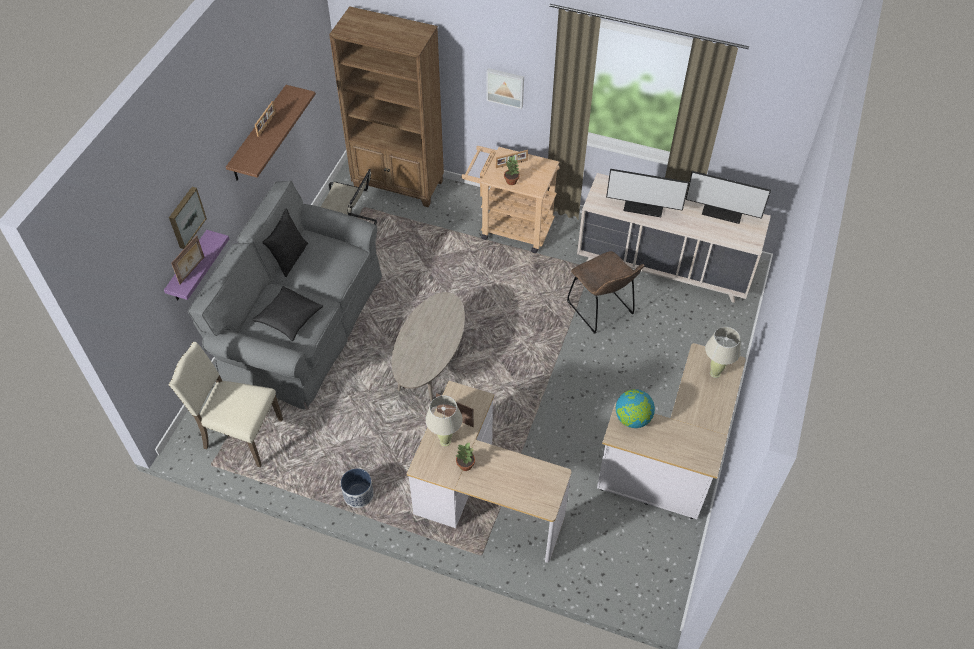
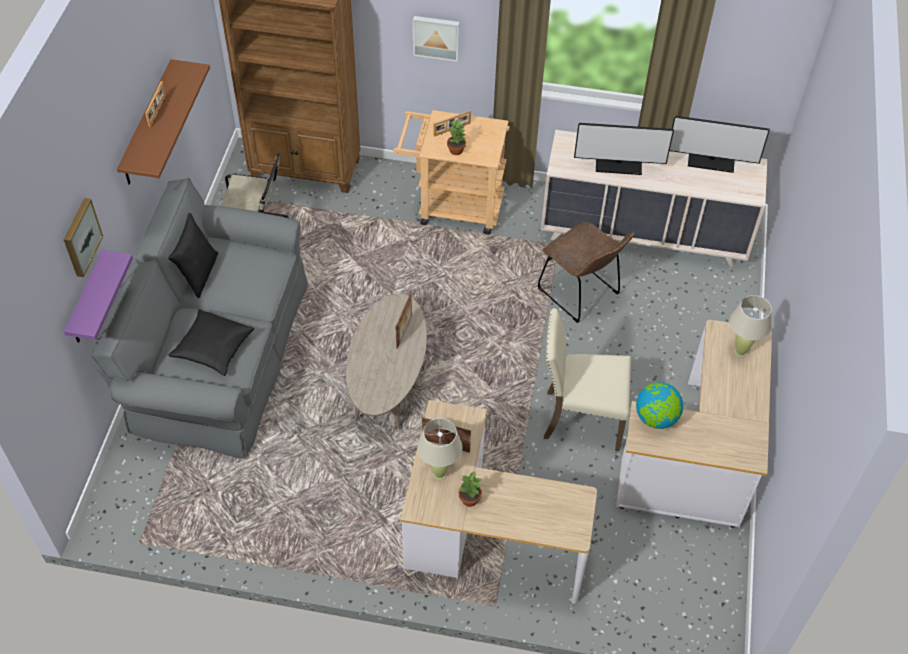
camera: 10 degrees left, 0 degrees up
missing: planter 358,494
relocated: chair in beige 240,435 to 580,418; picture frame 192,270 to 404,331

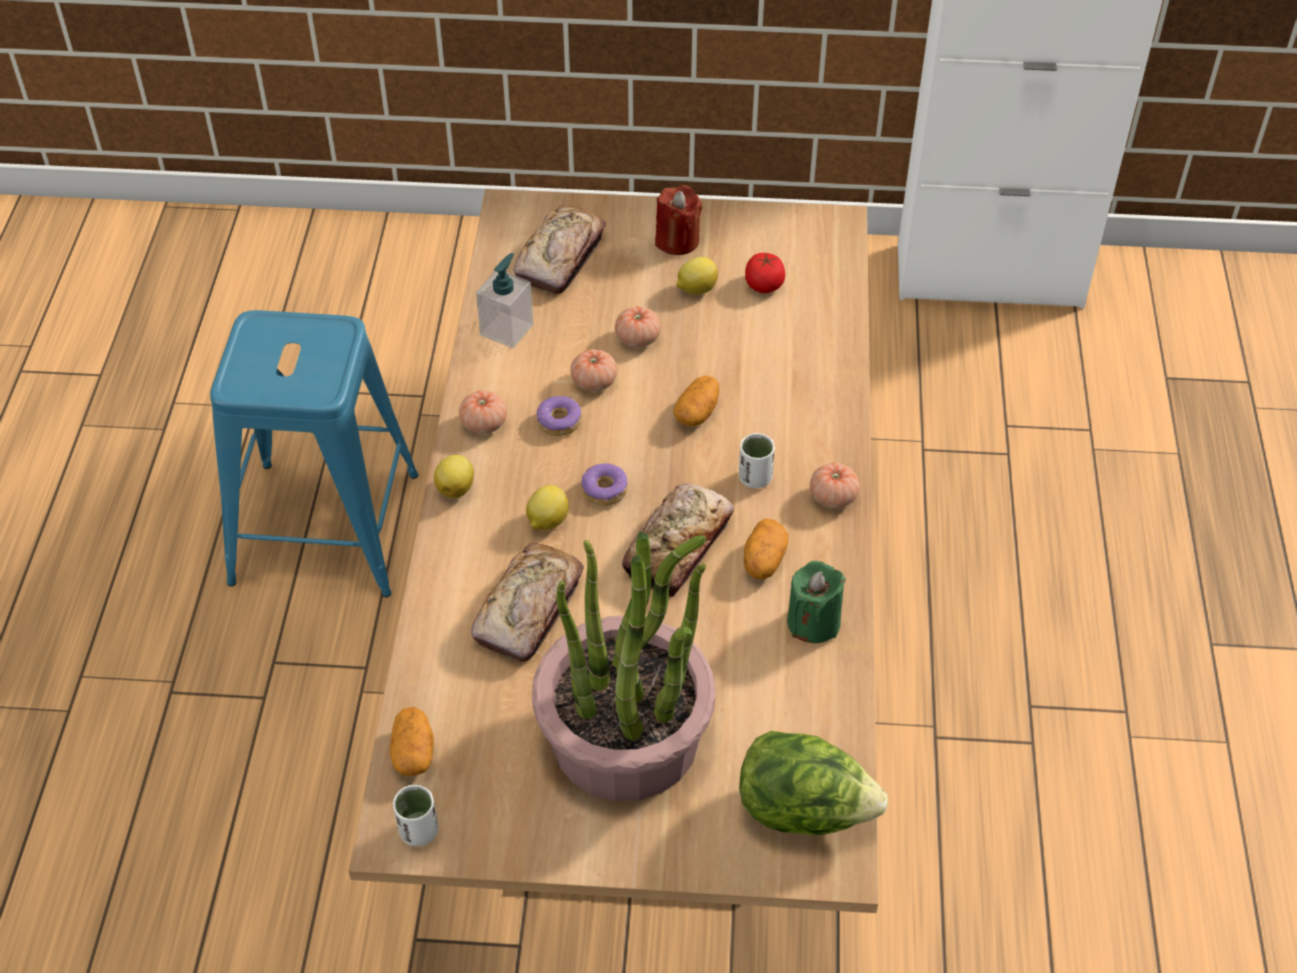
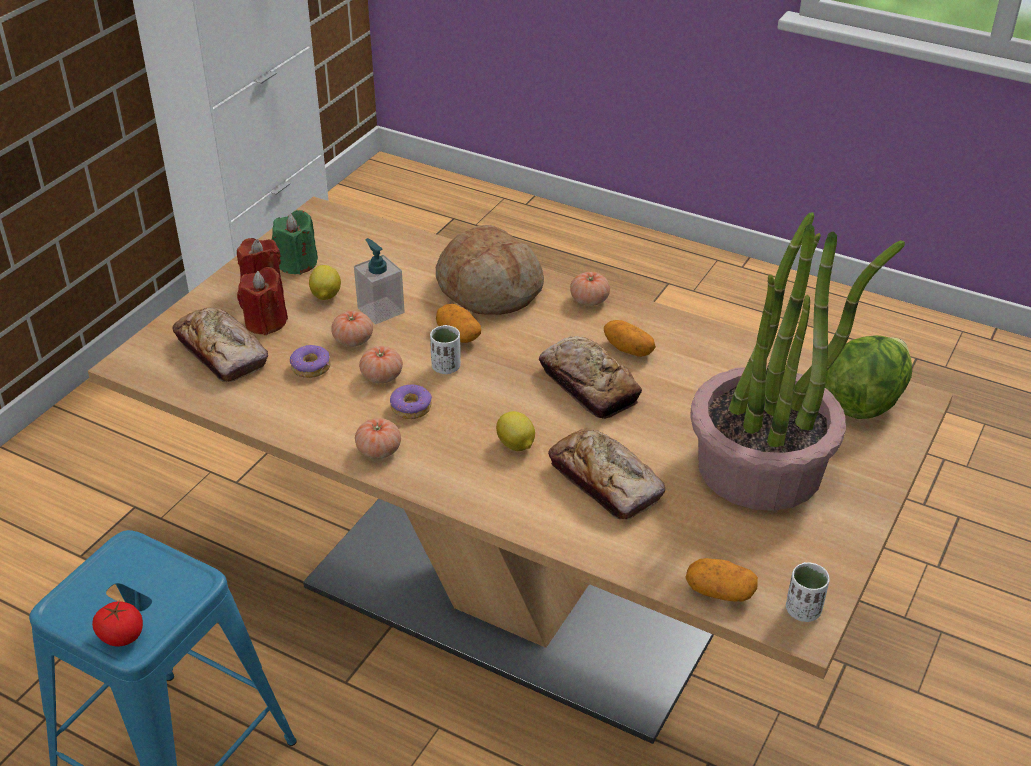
camera: 65 degrees left, 10 degrees down
missing: lemon 456,488
appeared: candle in red 265,322; bread 489,289
relocated: soap dispenser 507,330 to 380,310; donut 604,490 to 311,367; cup in white 755,478 to 446,367; tomato 764,284 to 121,635; candle in green 813,622 to 297,263

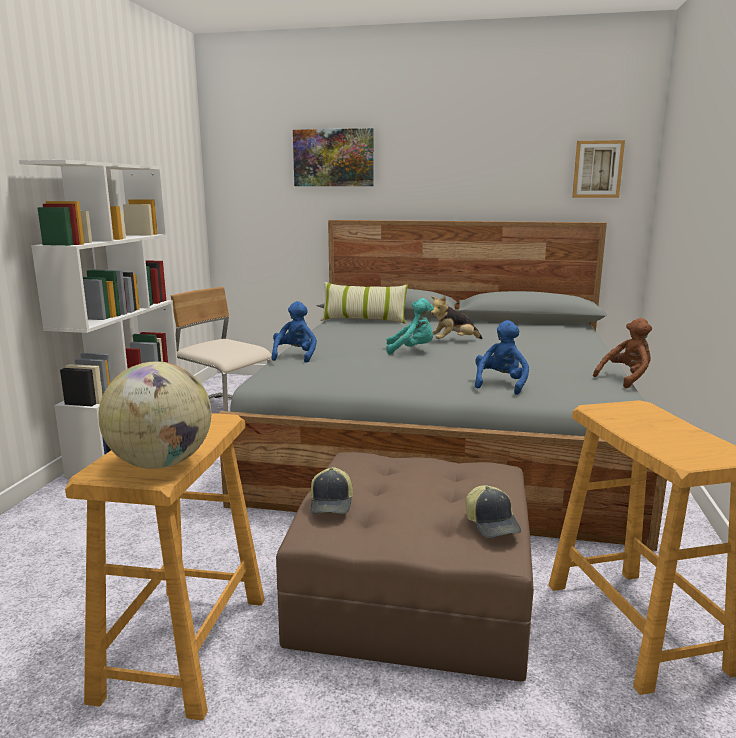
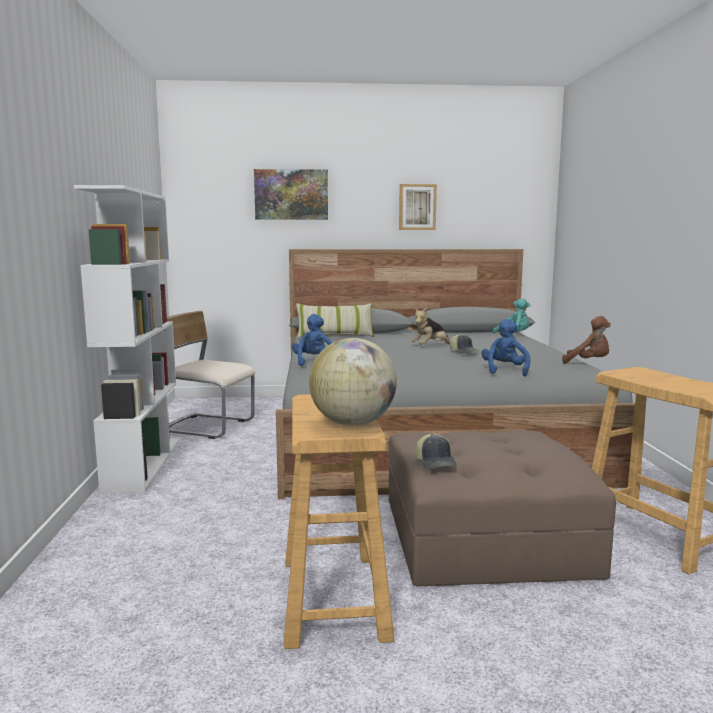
camera: 15 degrees left, 5 degrees down
relocated: plush toy in turquoise 412,350 to 513,336; cap 492,523 to 464,351; picture 597,169 to 417,207
spun: plush toy in brown 626,379 = 588,362 75 degrees clockwise

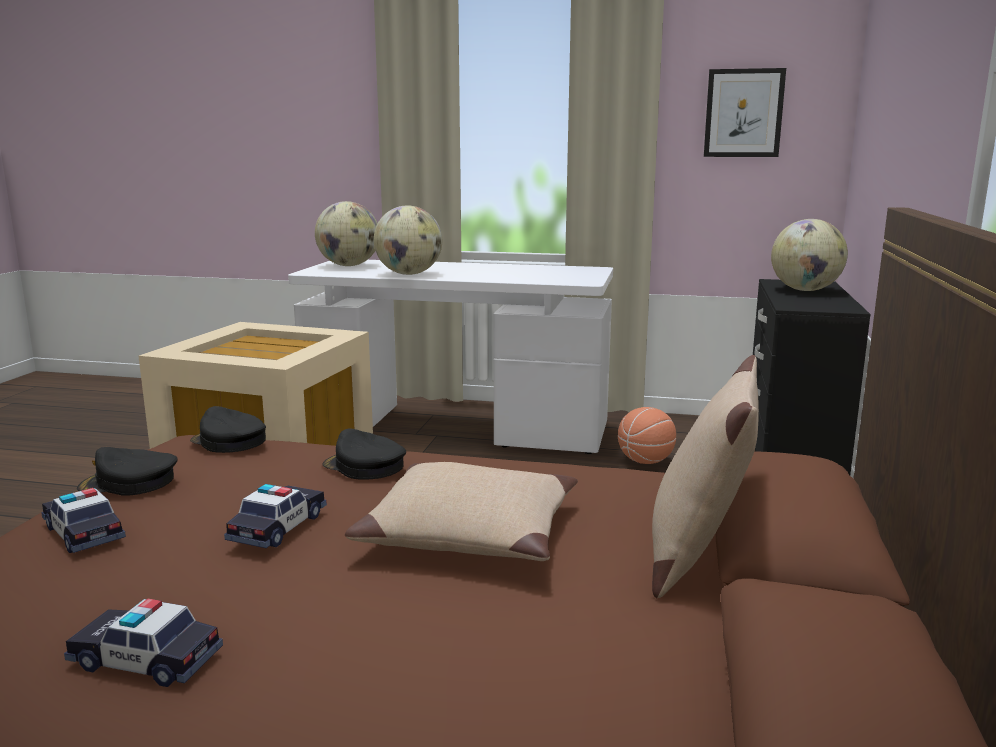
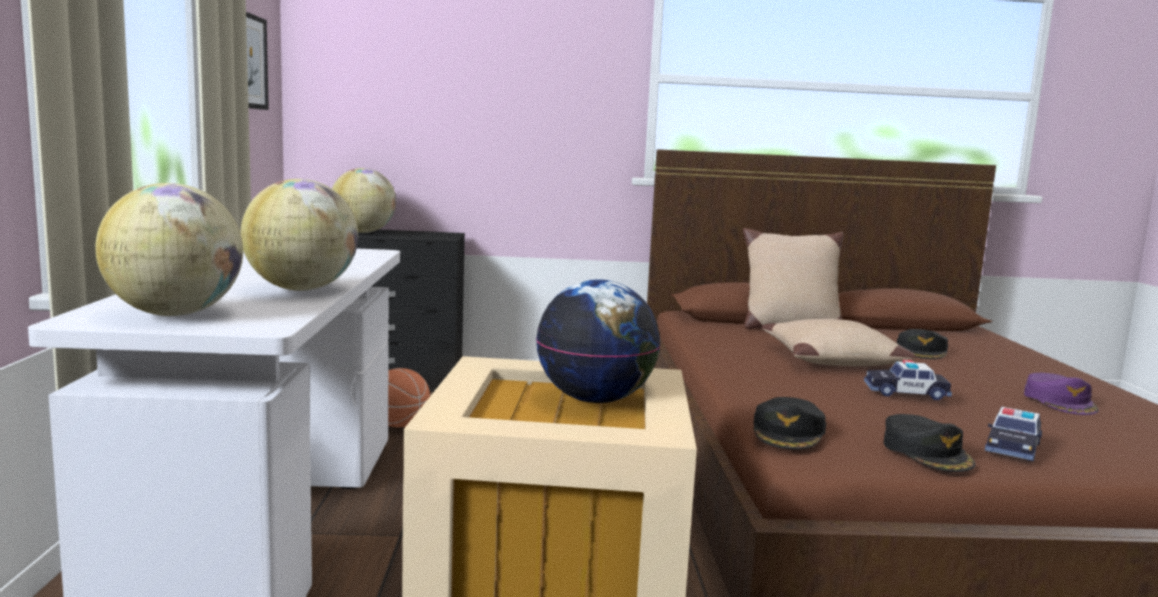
camera: 105 degrees left, 5 degrees down
appeared: globe 595,400
relocated: cap in black 364,466 to 922,351
exchanged: toy car 146,659 to cap in purple 1060,402

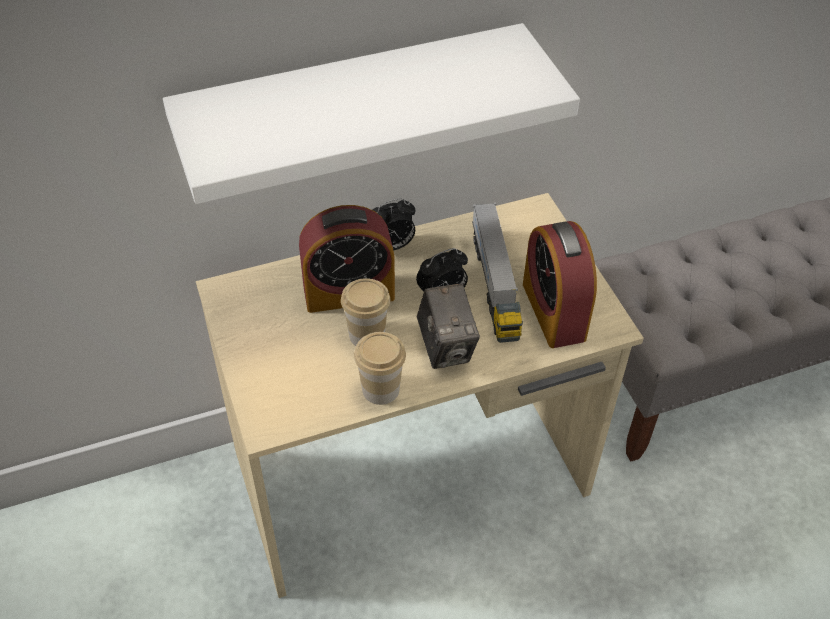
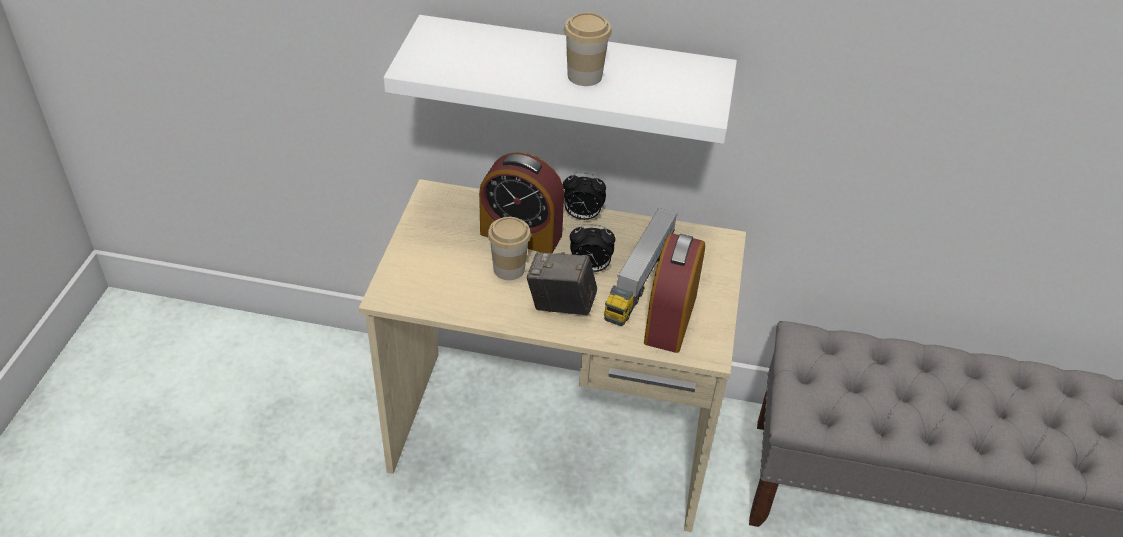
camera: 30 degrees right, 5 degrees down
relocated: cup 380,389 to 584,76
spun: photo camera 446,347 = 561,305 90 degrees clockwise

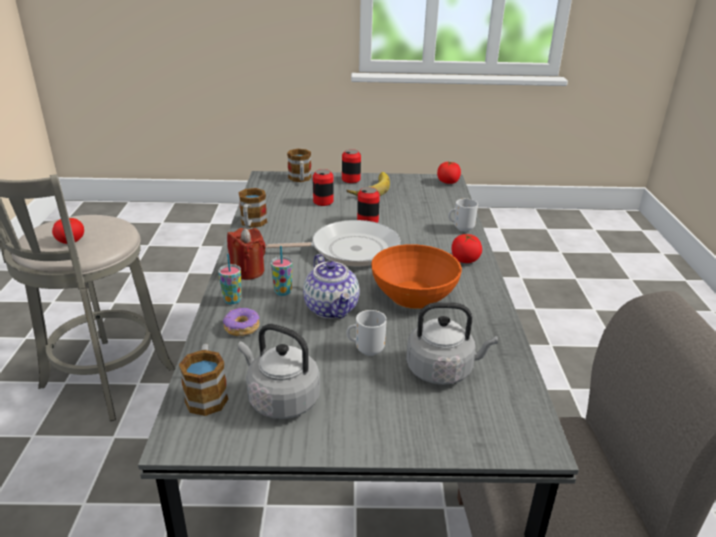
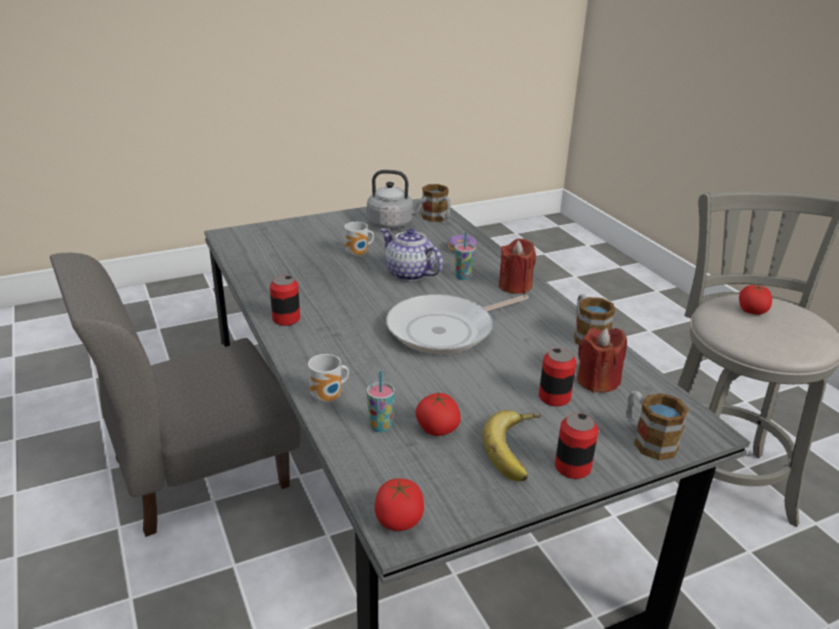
camera: 155 degrees right, 0 degrees up
missing: bowl in orange 415,295; kettle in grey 443,370
appeared: candle in red 597,381
relocated: cup 232,300 to 380,426; can 367,221 to 286,319; tomato 465,260 to 437,429

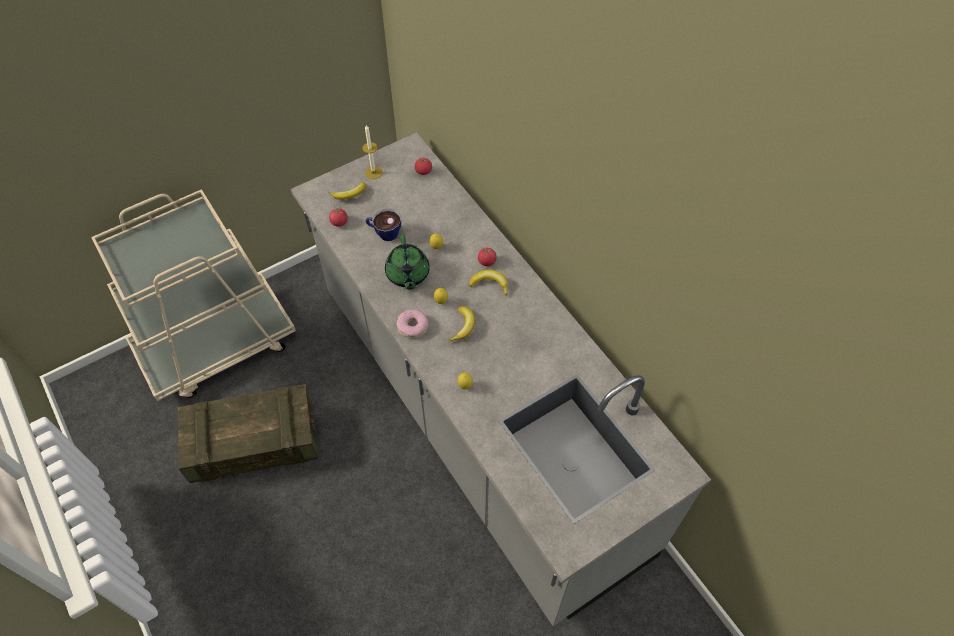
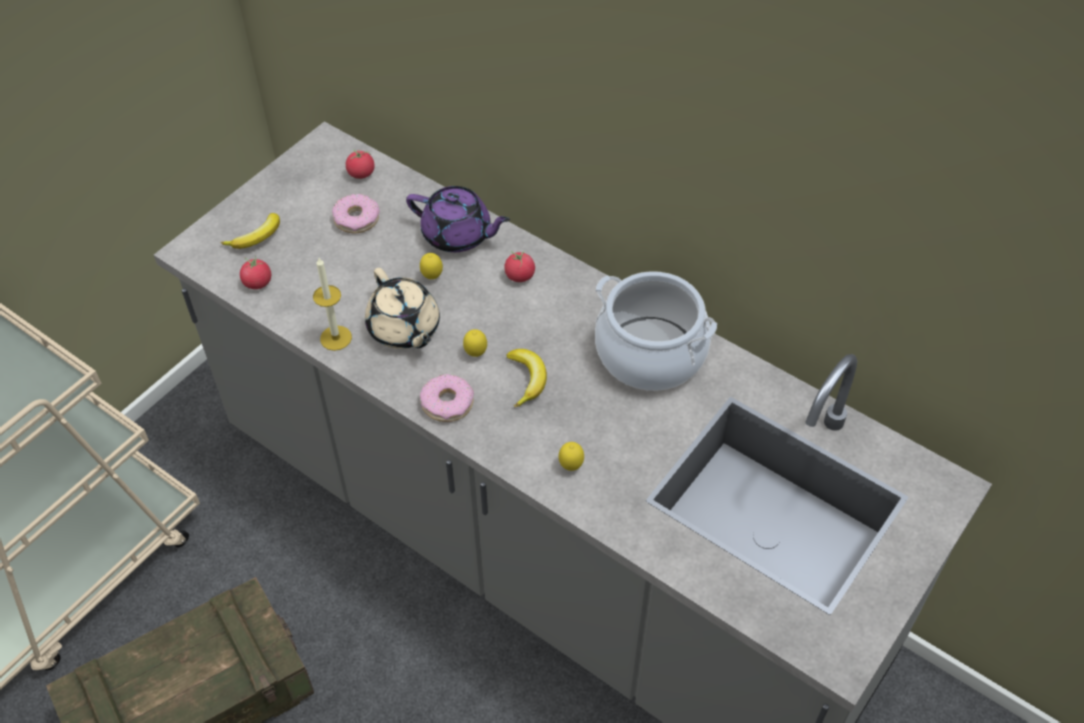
camera: 20 degrees left, 5 degrees down
missing: cup 384,233; banana 490,284
appeared: donut 356,219; teapot in purple 458,235; cooking pot 650,353
relocated: candle 373,172 to 336,338
colour: teapot in green 407,274 to teapot in beige 404,329

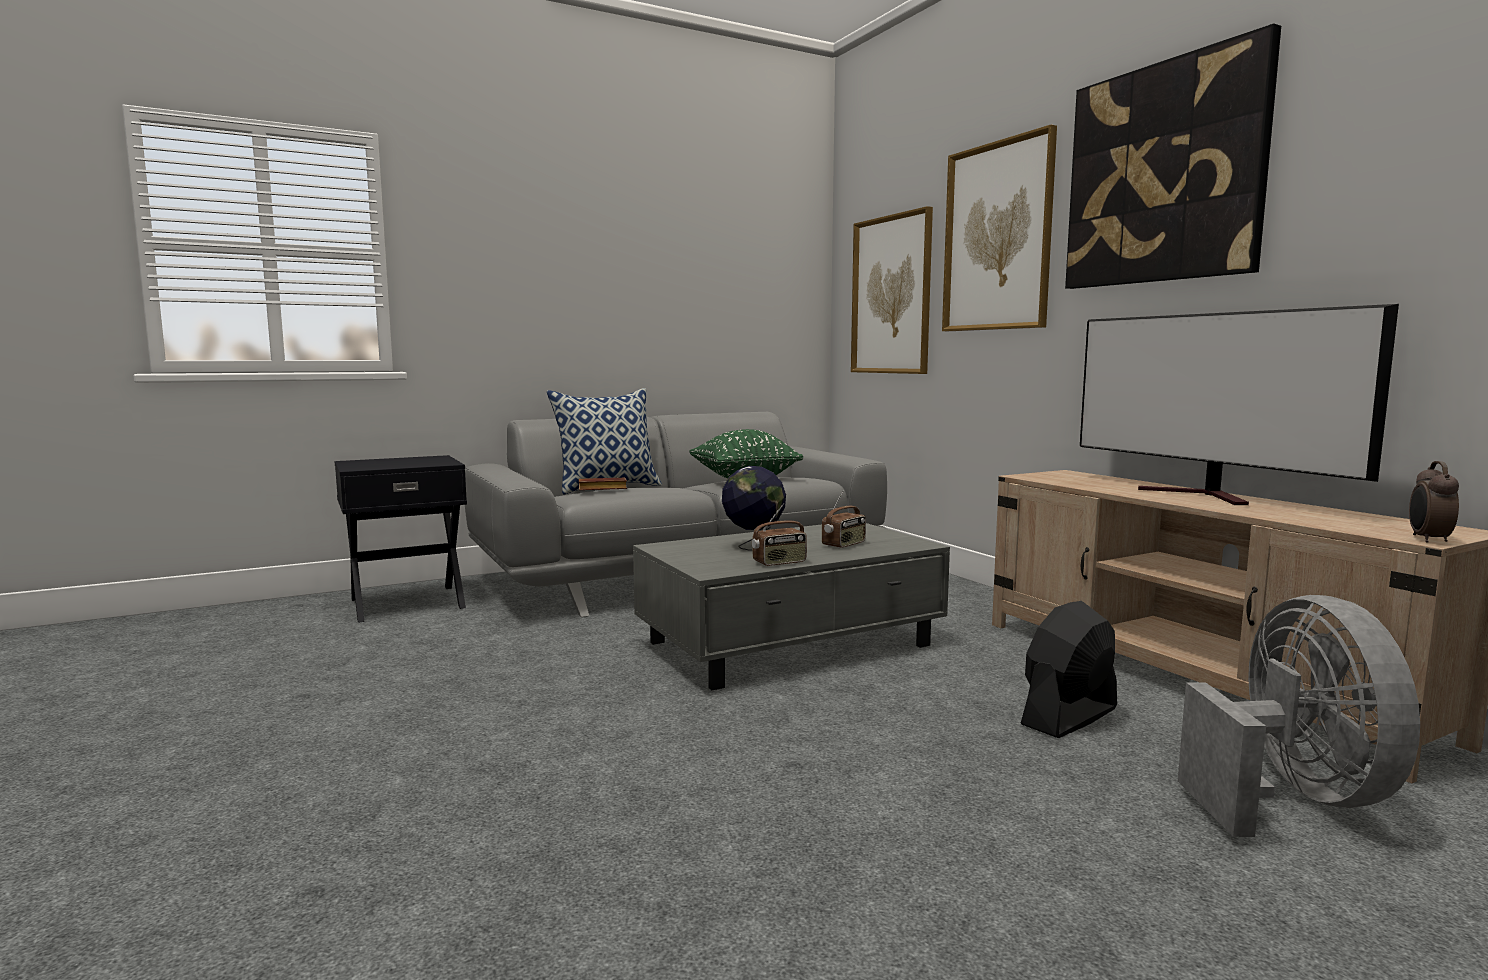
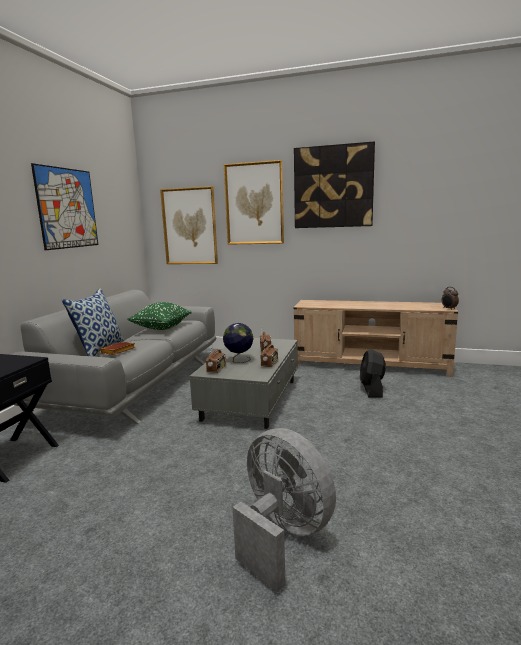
camera: 45 degrees left, 5 degrees up
missing: television 1205,496
appeared: picture 67,208; radio 216,369
relocated: fan in grey 1291,797 to 282,535

